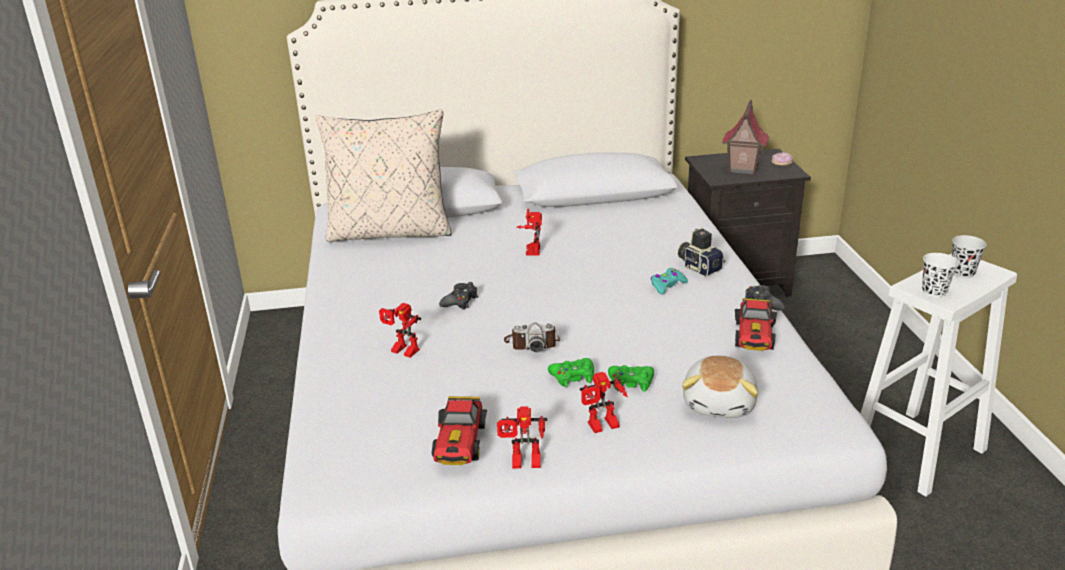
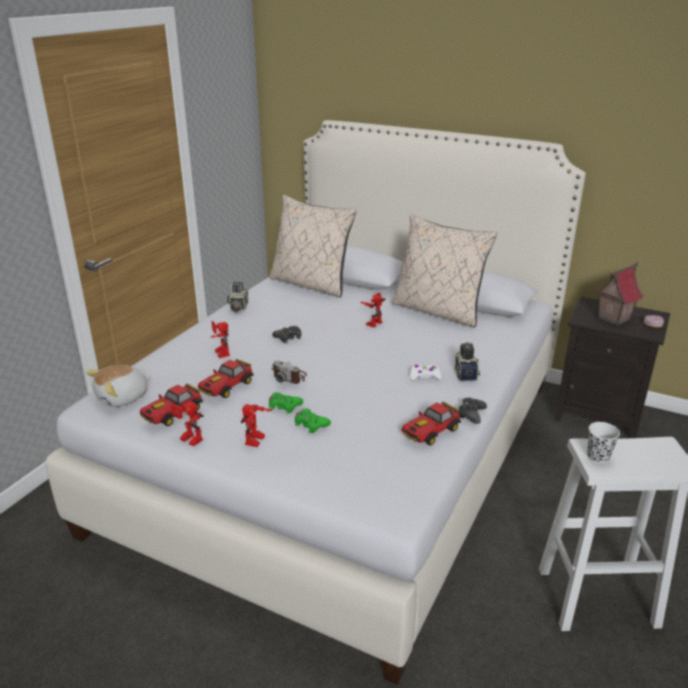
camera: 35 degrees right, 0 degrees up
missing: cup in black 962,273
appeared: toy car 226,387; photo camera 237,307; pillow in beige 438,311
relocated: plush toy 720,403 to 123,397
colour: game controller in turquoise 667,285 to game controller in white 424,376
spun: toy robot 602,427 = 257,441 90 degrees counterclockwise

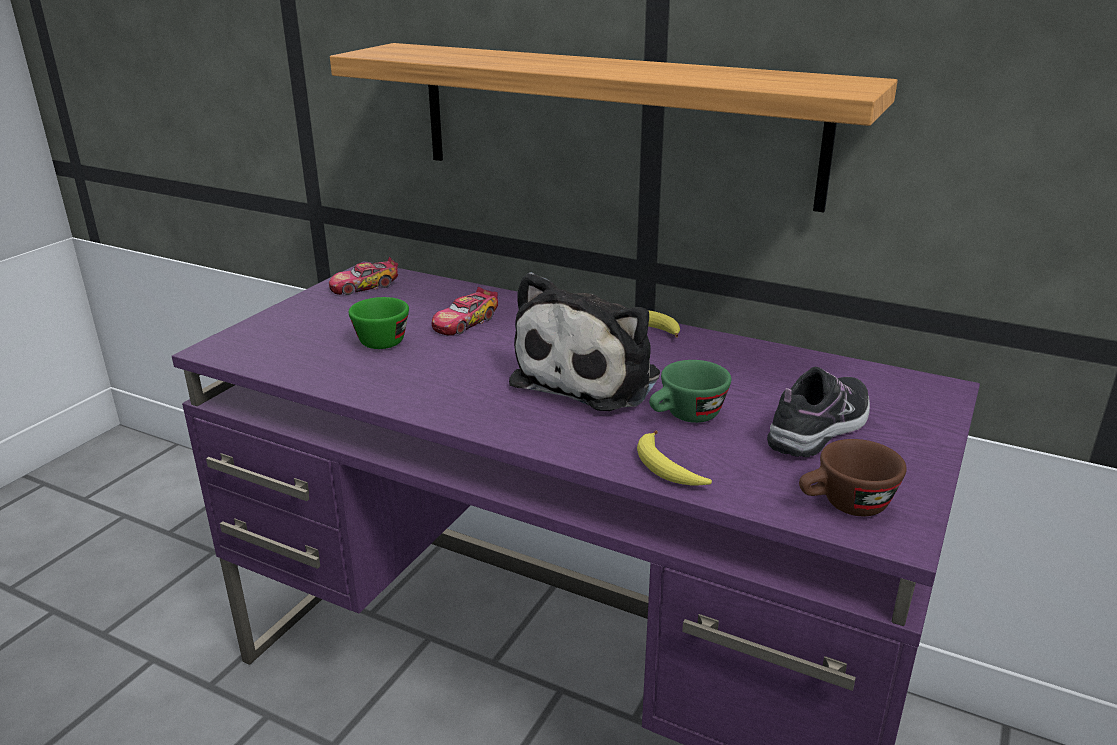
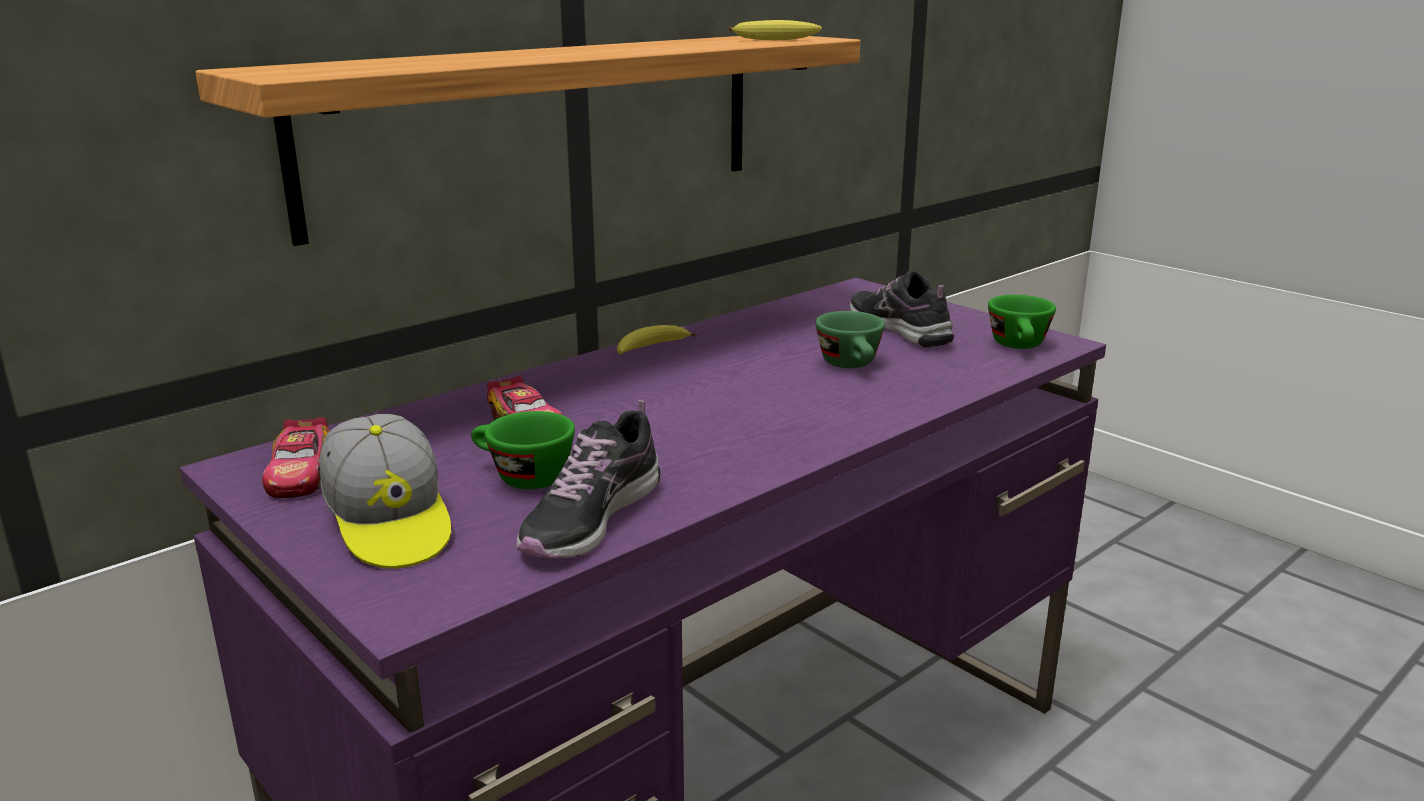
camera: 70 degrees left, 5 degrees down
missing: plush toy 592,377
appeared: cap 389,524; shoe 590,519
relocated: banana 667,469 to 778,39
colour: cup in brown 845,506 to cup in green 1020,347

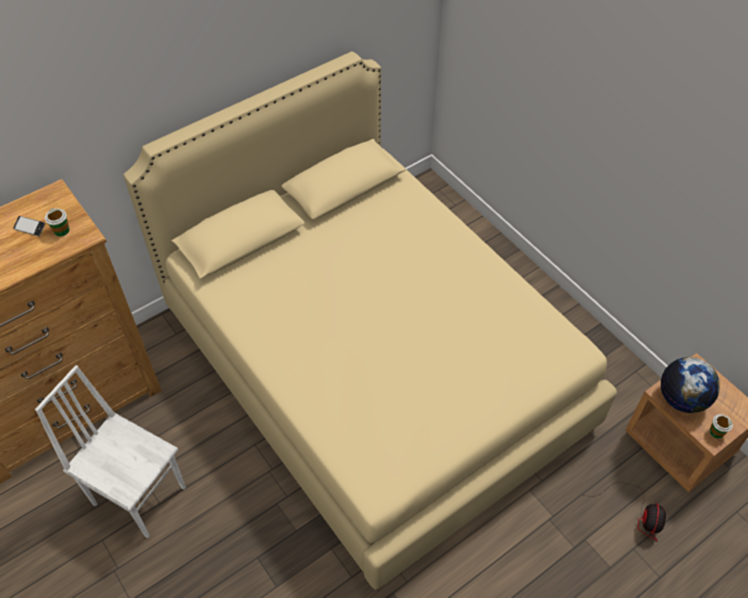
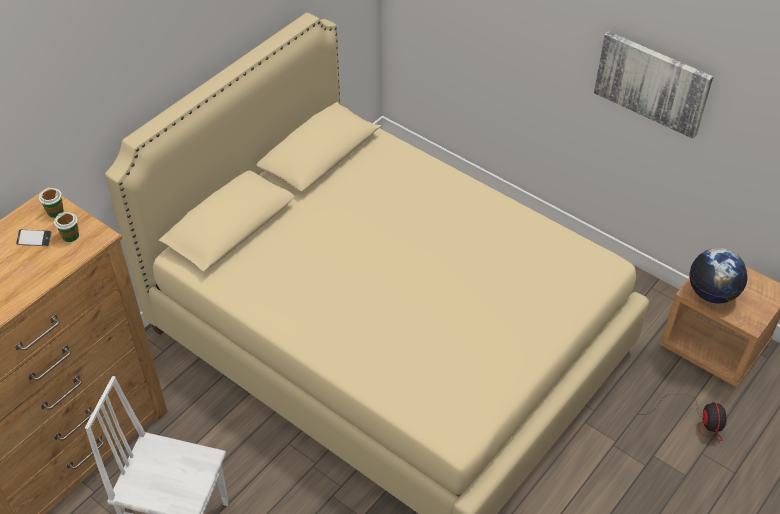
camera: 15 degrees left, 5 degrees down
appeared: picture 652,83
relocated: cup 716,432 to 55,211

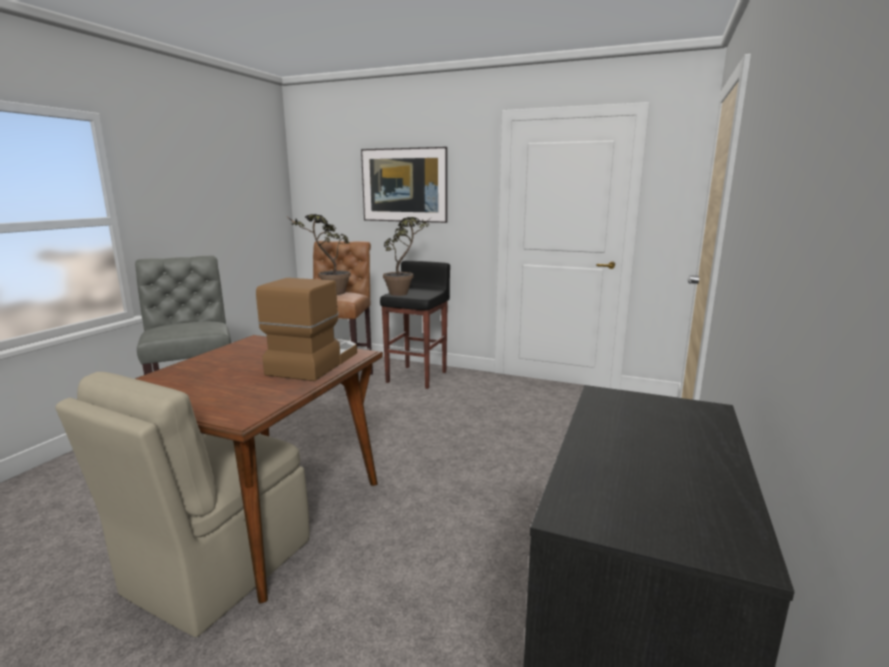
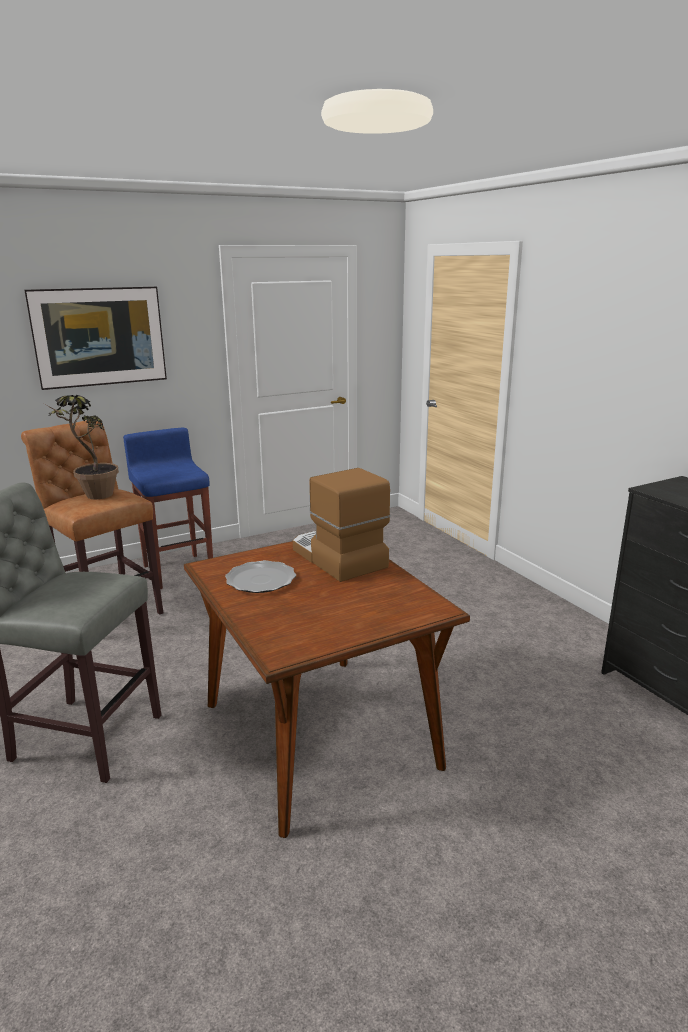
camera: 50 degrees left, 5 degrees up
missing: chair in beige 215,569; potted plant 404,293
appeared: plate 260,580
colour: stool in black 418,376 to stool in blue 179,570

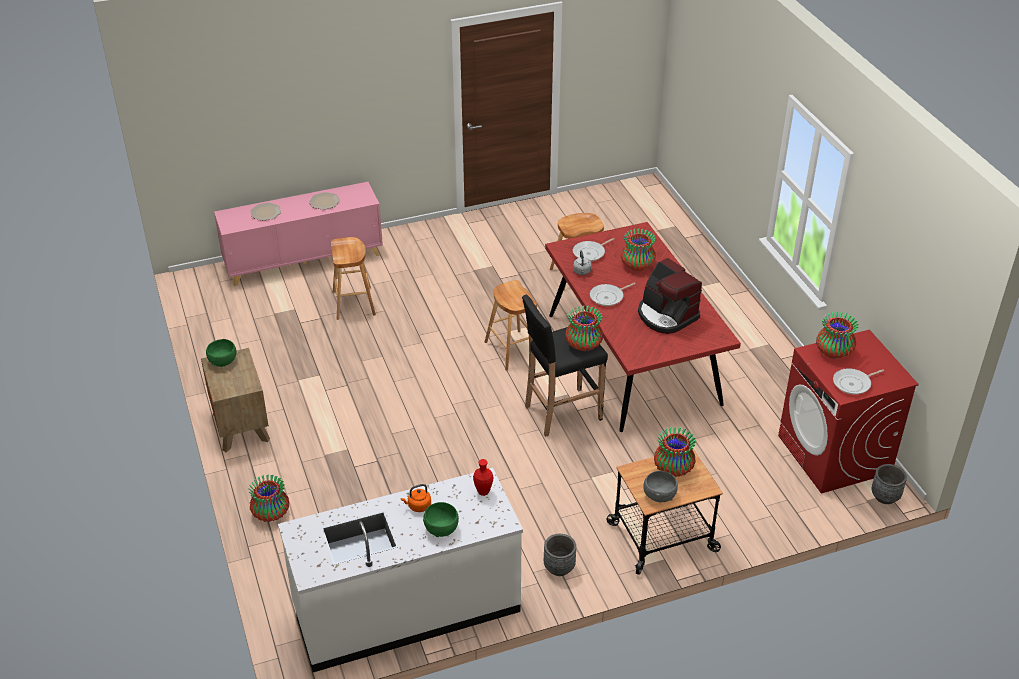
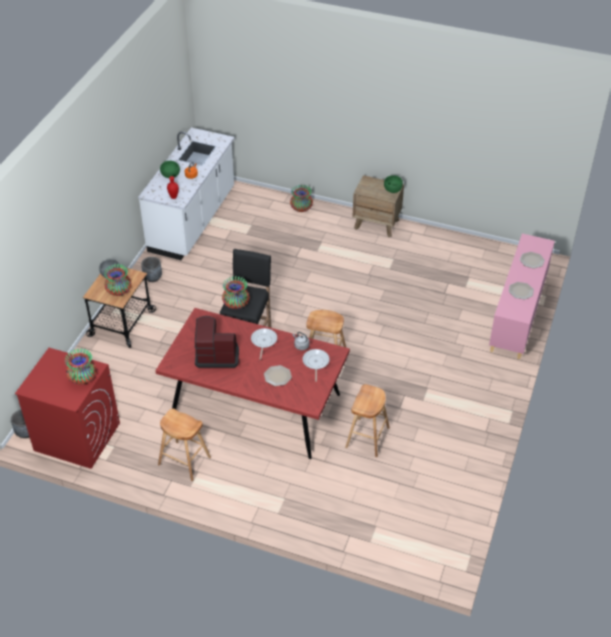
camera: 130 degrees right, 5 degrees up
missing: frying pan 853,384
relocated: stool in brown 353,303 to 184,461
exchanged: vase 637,265 to plate 277,376

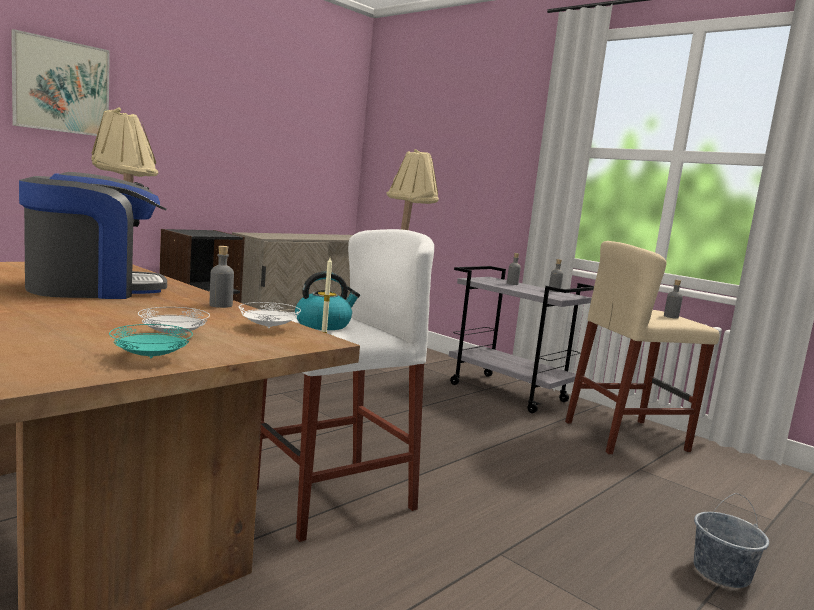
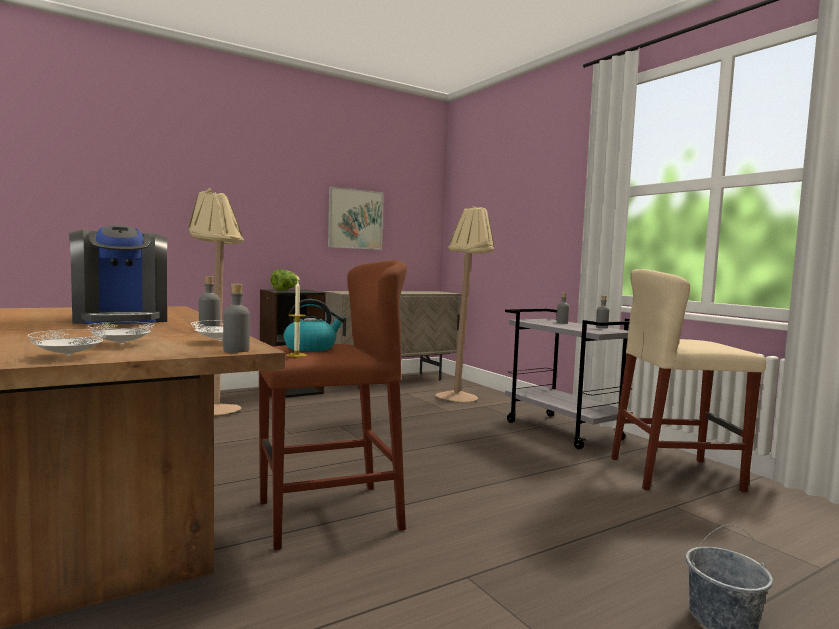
camera: 15 degrees right, 5 degrees down
appeared: lettuce 285,290
relocated: picture 61,86 to 355,219; bottle in grey 671,317 to 236,350
colour: plate in turquoise 151,358 to plate in white 69,356; stool in white 332,498 to stool in brown 328,515
spun: coffee machine 94,289 = 121,320 75 degrees clockwise

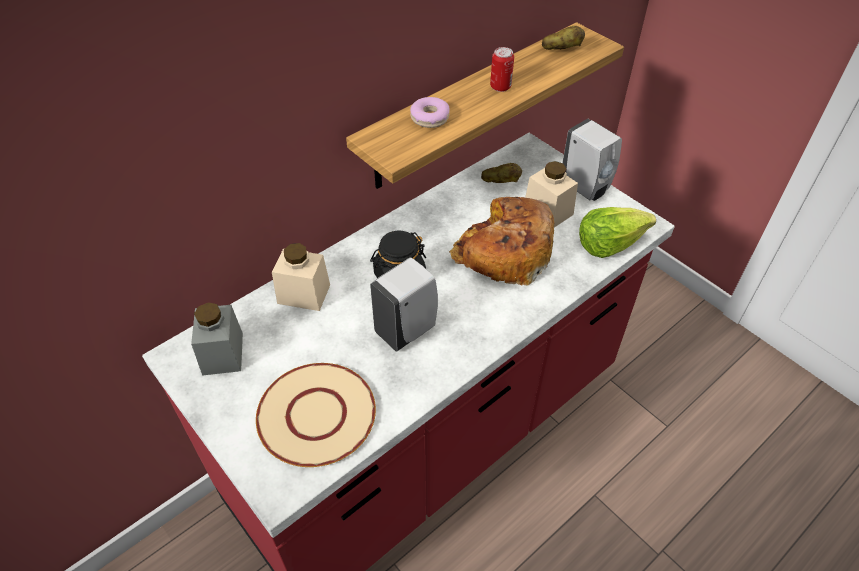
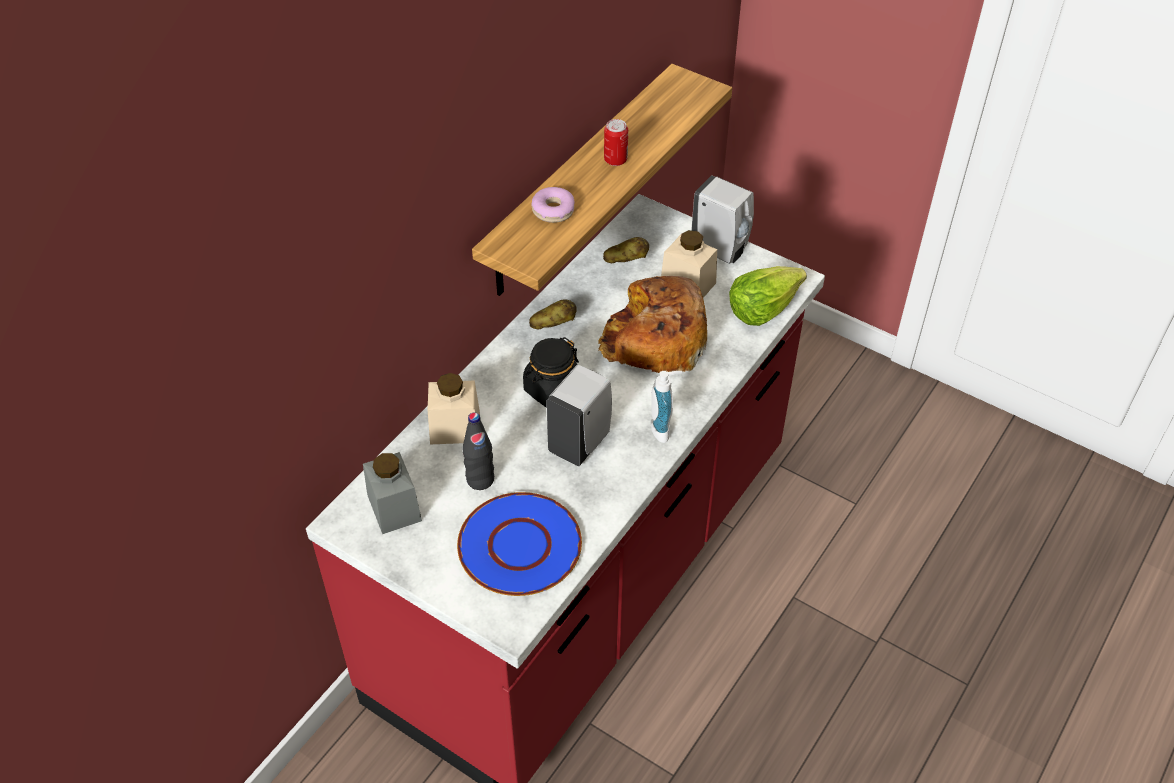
camera: 15 degrees left, 0 degrees up
appeared: bottle in black 480,480; soap dispenser 664,429
relocated: potato 561,49 to 553,324
colour: plate in beige 317,414 to plate in blue 520,545

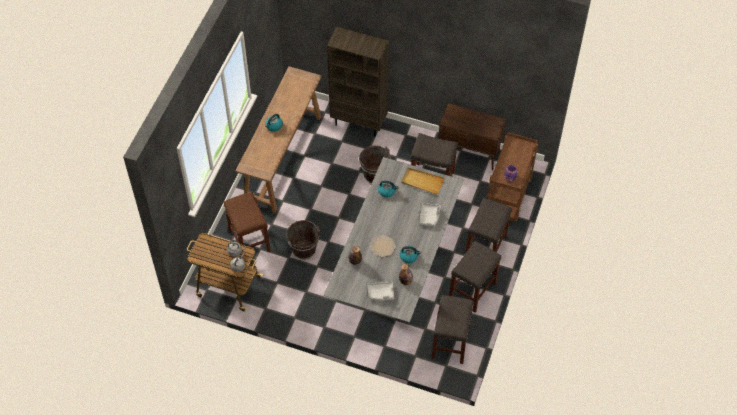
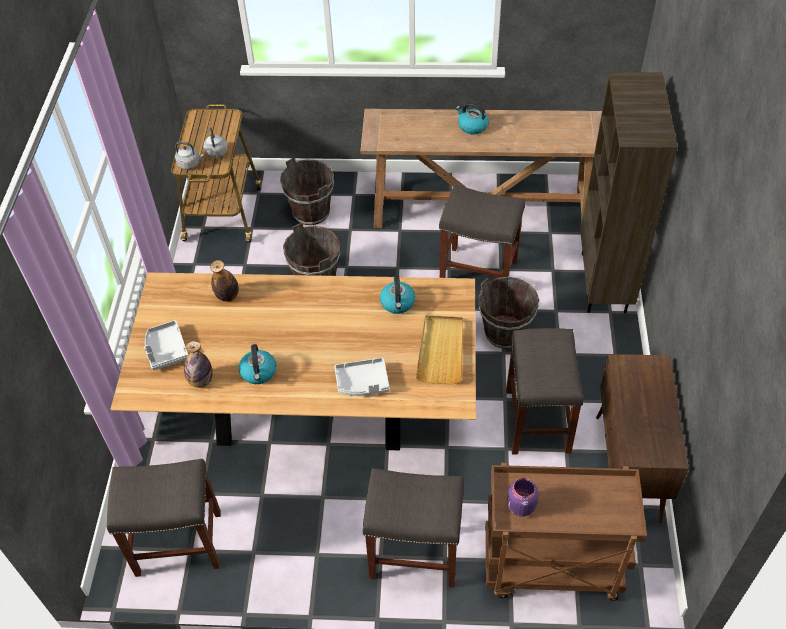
camera: 75 degrees right, 5 degrees down
missing: plate 383,246
relocated: stool in grey 472,291 to 477,272
exchanged: stool in brown 248,240 to bucket in brown 311,212
colour: dining table in grey 394,270 to dining table in brown 313,413

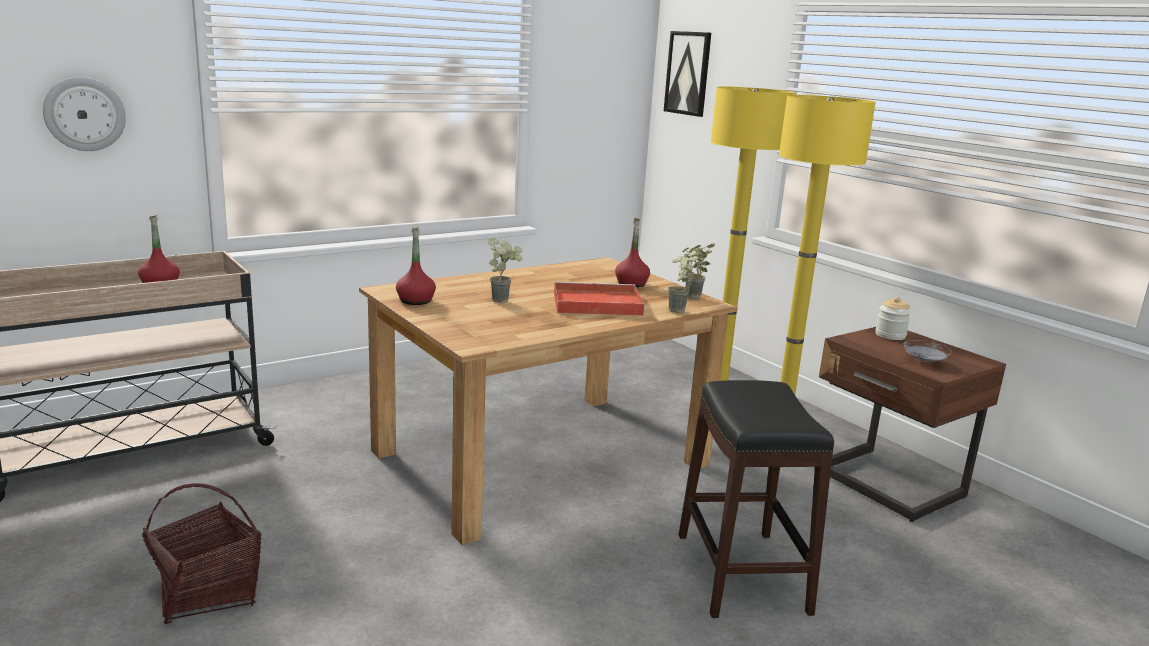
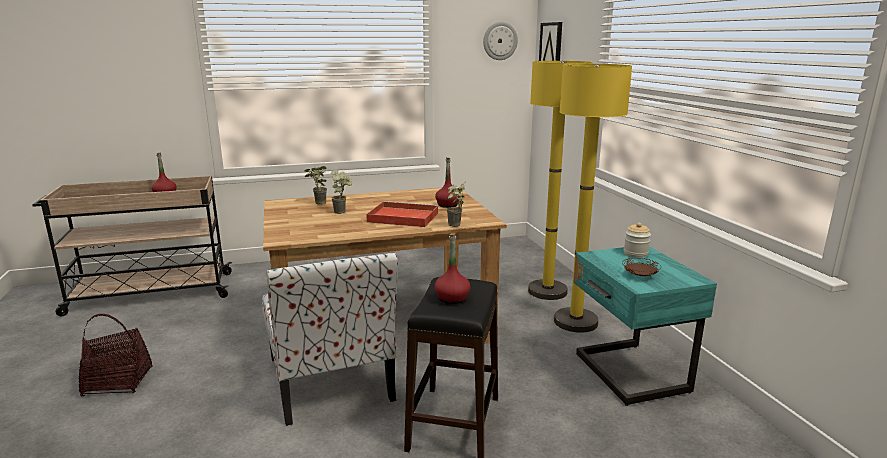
camera: 20 degrees right, 0 degrees up
appeared: chair 331,380
relocated: wall clock 84,114 to 500,41; bottle in red 415,301 to 452,298; potted plant 691,298 to 317,204
colour: nightstand in brown 886,485 to nightstand in turquoise 628,374; plate in grey 924,361 to plate in brown 640,276

